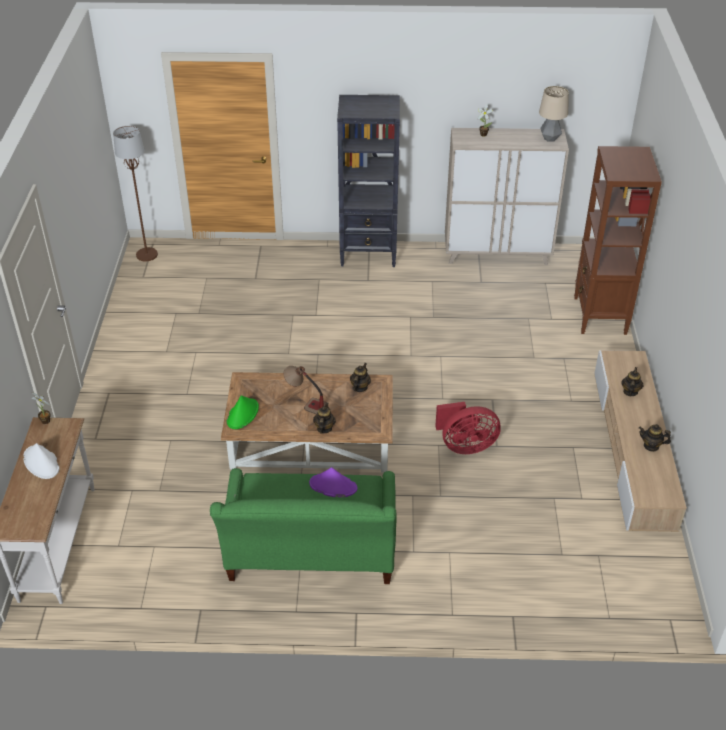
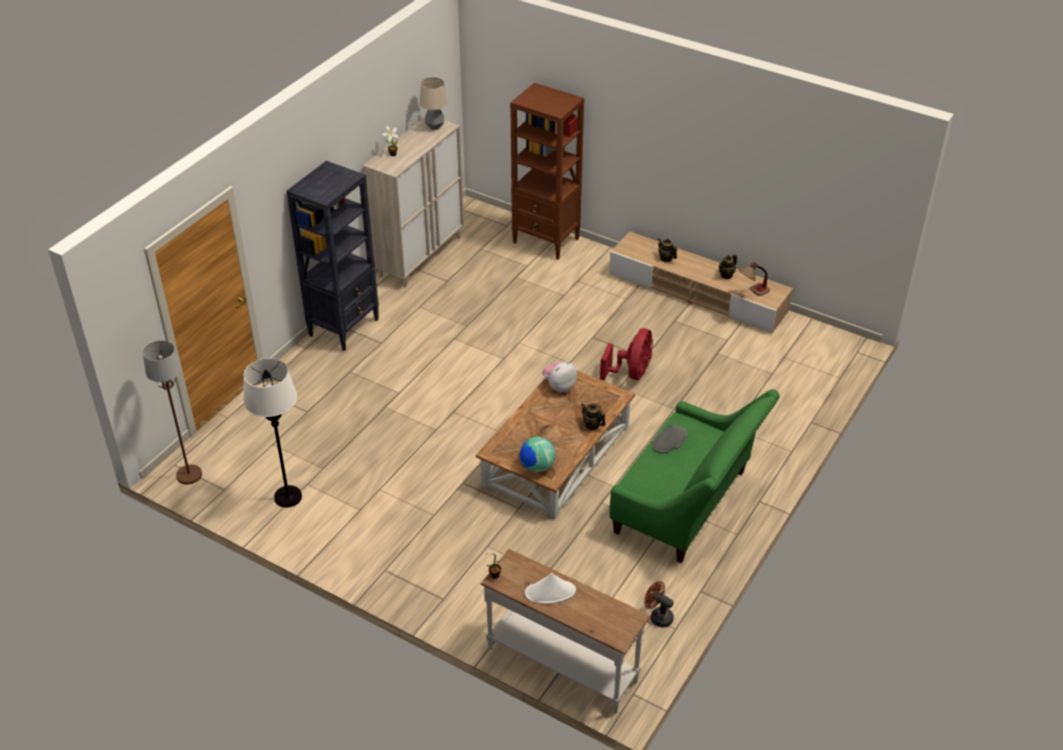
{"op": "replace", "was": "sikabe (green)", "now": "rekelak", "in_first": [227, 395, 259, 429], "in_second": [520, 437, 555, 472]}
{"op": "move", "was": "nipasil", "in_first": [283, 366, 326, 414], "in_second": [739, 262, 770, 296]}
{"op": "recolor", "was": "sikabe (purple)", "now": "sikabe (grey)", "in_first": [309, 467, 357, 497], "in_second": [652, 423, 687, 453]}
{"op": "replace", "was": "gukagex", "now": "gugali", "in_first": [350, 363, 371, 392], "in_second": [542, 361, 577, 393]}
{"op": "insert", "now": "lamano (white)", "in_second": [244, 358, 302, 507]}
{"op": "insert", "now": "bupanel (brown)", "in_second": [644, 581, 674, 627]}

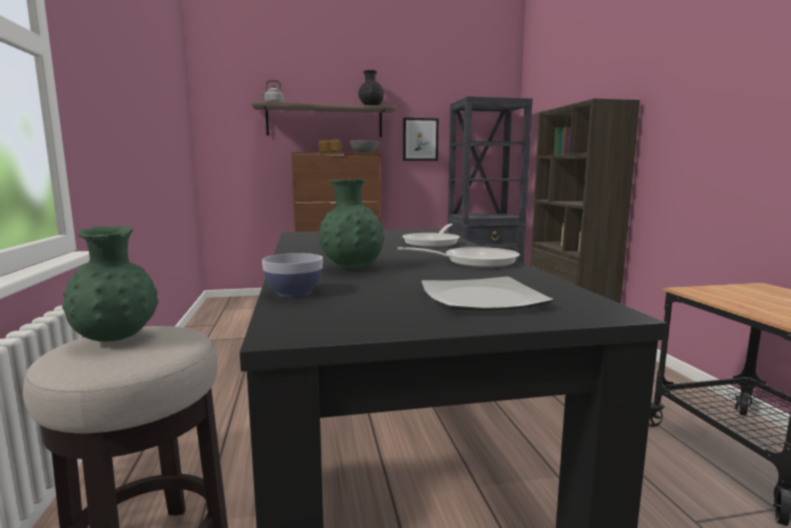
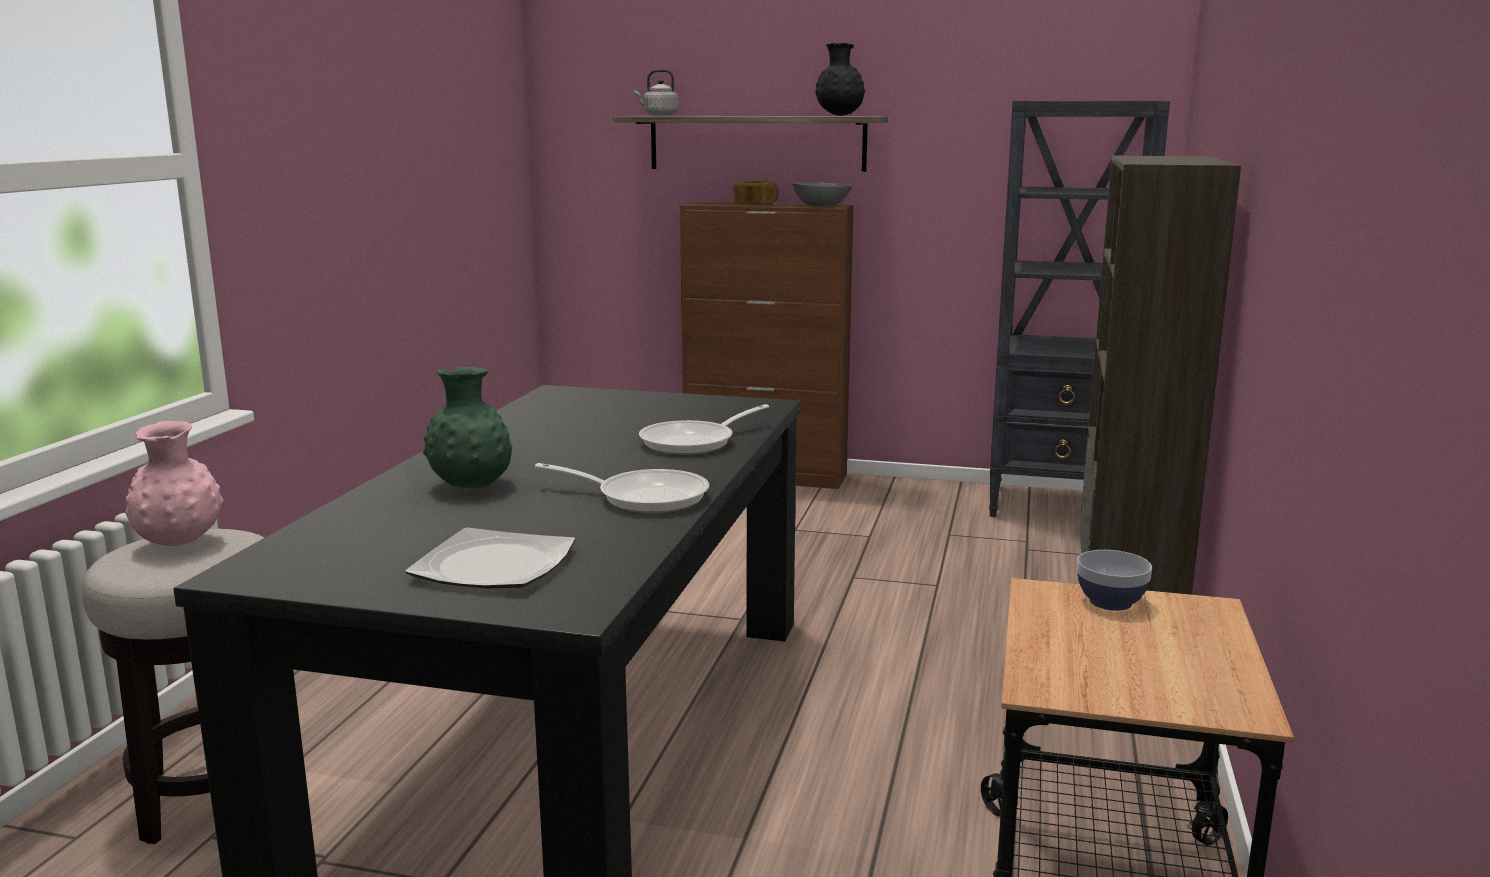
{"op": "recolor", "was": "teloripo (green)", "now": "teloripo (pink)", "in_first": [62, 226, 159, 342], "in_second": [126, 421, 224, 546]}
{"op": "move", "was": "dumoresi", "in_first": [262, 253, 323, 297], "in_second": [1077, 550, 1152, 611]}
{"op": "delete", "was": "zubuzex", "in_first": [403, 118, 439, 161]}

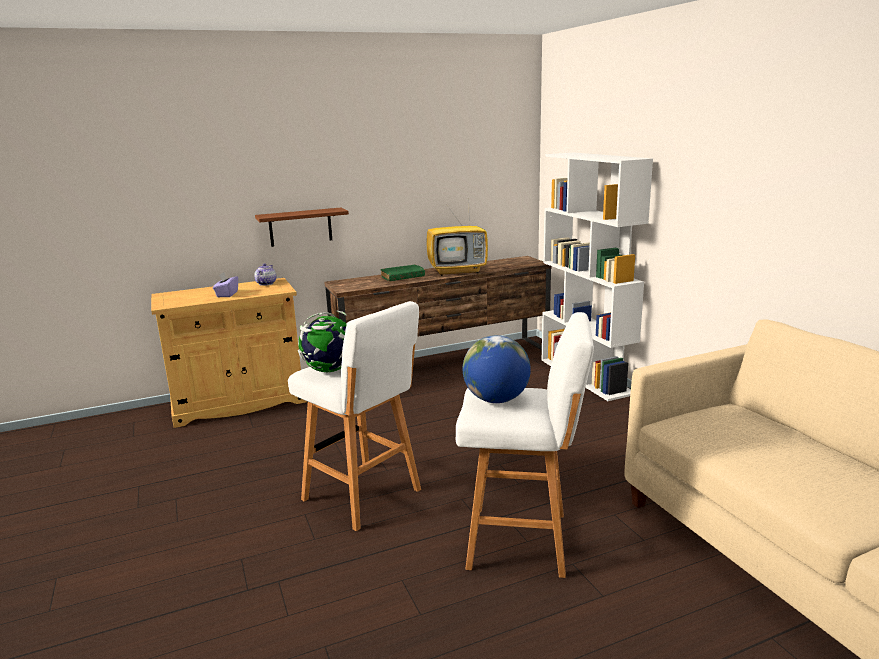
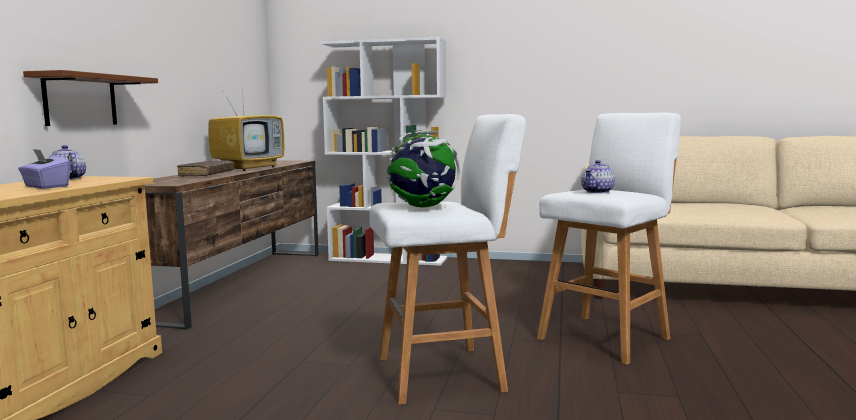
{"op": "recolor", "was": "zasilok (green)", "now": "zasilok (brown)", "in_first": [381, 264, 425, 281], "in_second": [177, 161, 234, 177]}
{"op": "replace", "was": "rekelak", "now": "gukagex", "in_first": [462, 335, 531, 403], "in_second": [581, 160, 615, 193]}

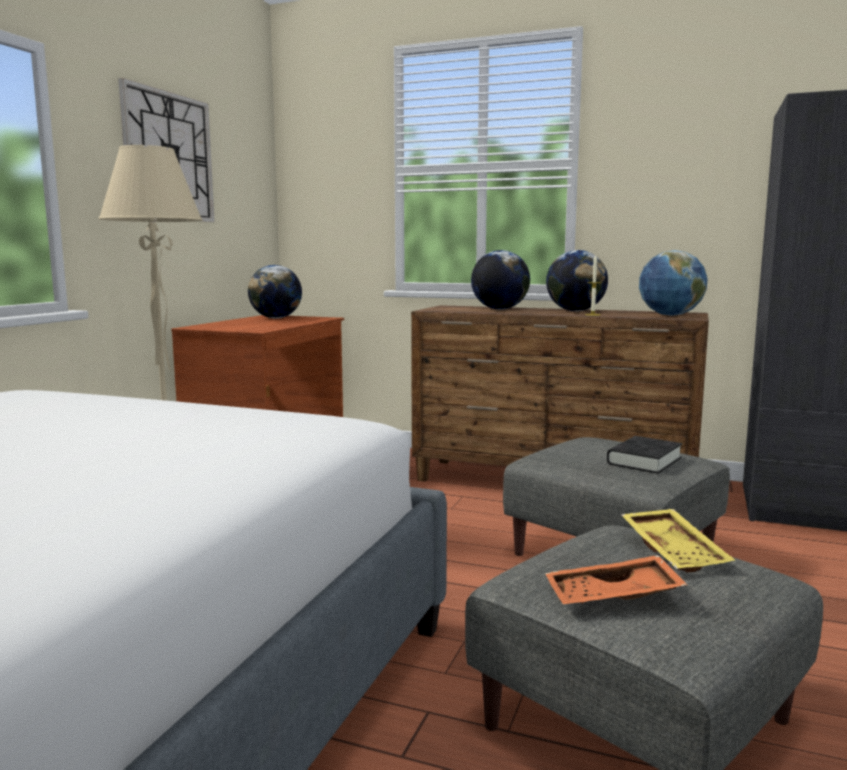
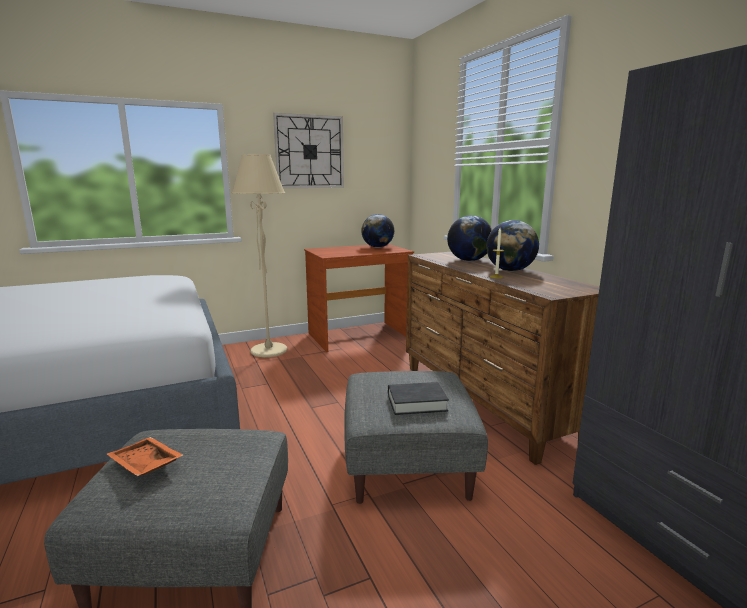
{"op": "delete", "was": "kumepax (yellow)", "in_first": [621, 509, 735, 573]}
{"op": "delete", "was": "rekelak", "in_first": [639, 250, 707, 316]}

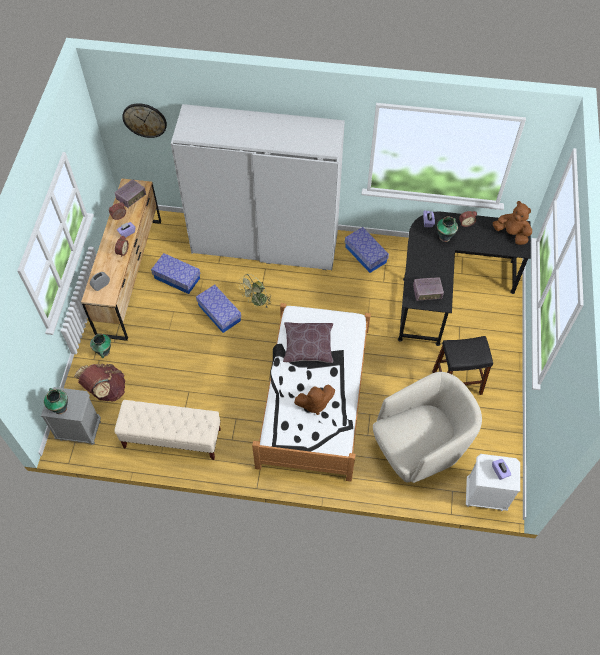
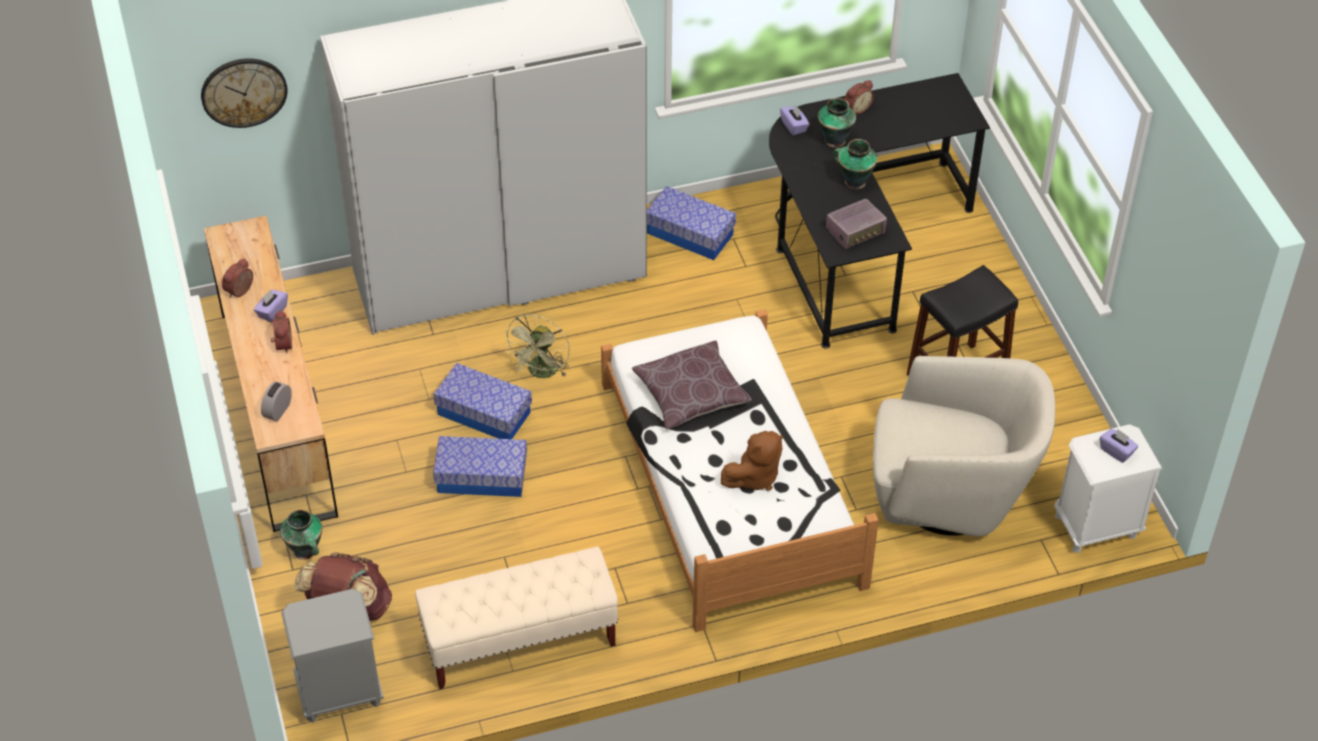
{"op": "move", "was": "teloripo", "in_first": [44, 388, 68, 414], "in_second": [833, 139, 877, 189]}
{"op": "delete", "was": "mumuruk", "in_first": [115, 179, 146, 208]}
{"op": "move", "was": "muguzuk", "in_first": [151, 253, 200, 294], "in_second": [433, 436, 527, 497]}
{"op": "rotate", "was": "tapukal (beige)", "in_first": [373, 372, 482, 483], "in_second": [873, 356, 1055, 537], "clockwise": 60}
{"op": "delete", "was": "gugali (brown)", "in_first": [493, 201, 532, 245]}

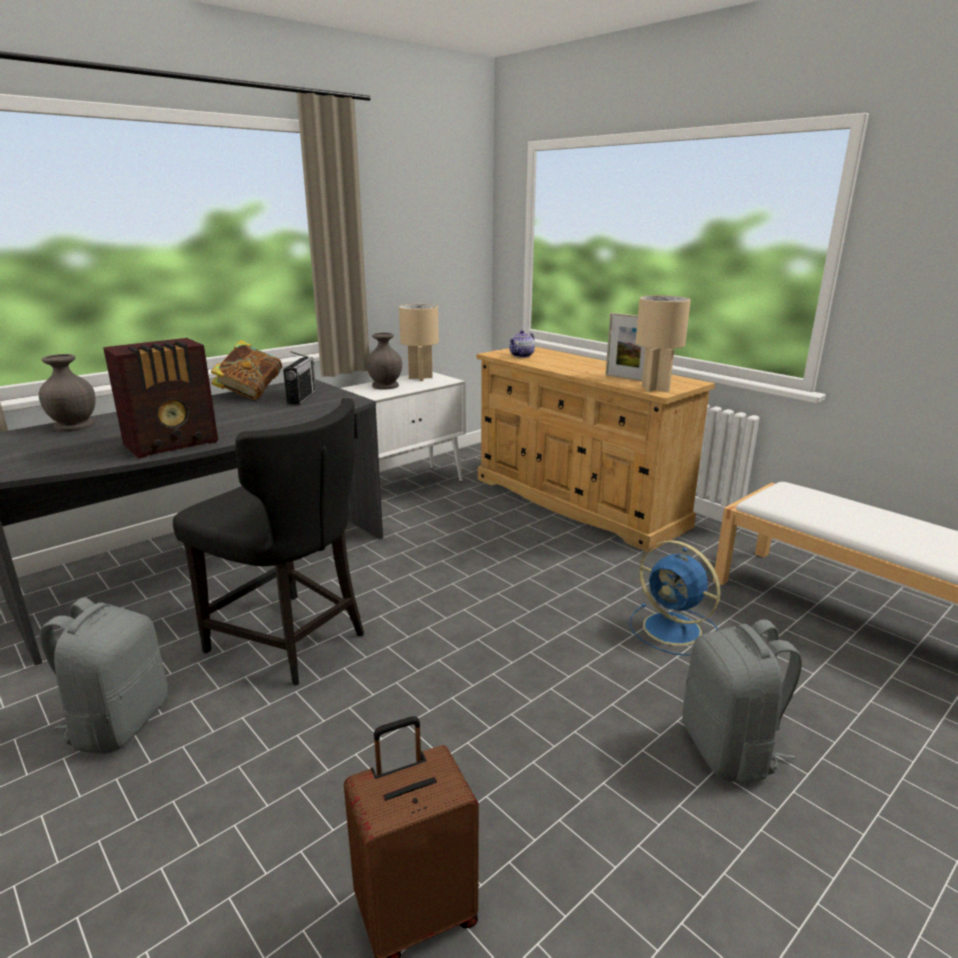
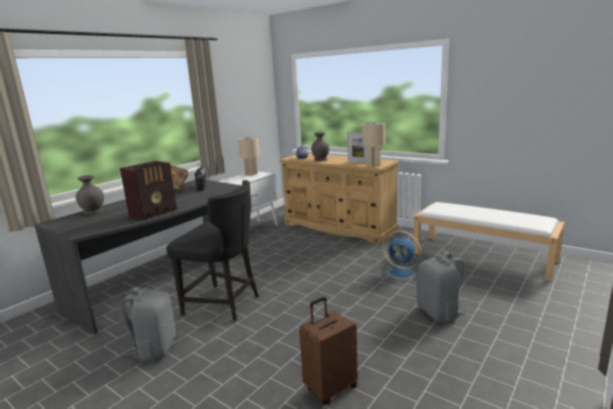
{"op": "move", "was": "teloripo (grey)", "in_first": [367, 333, 402, 390], "in_second": [311, 133, 329, 161]}

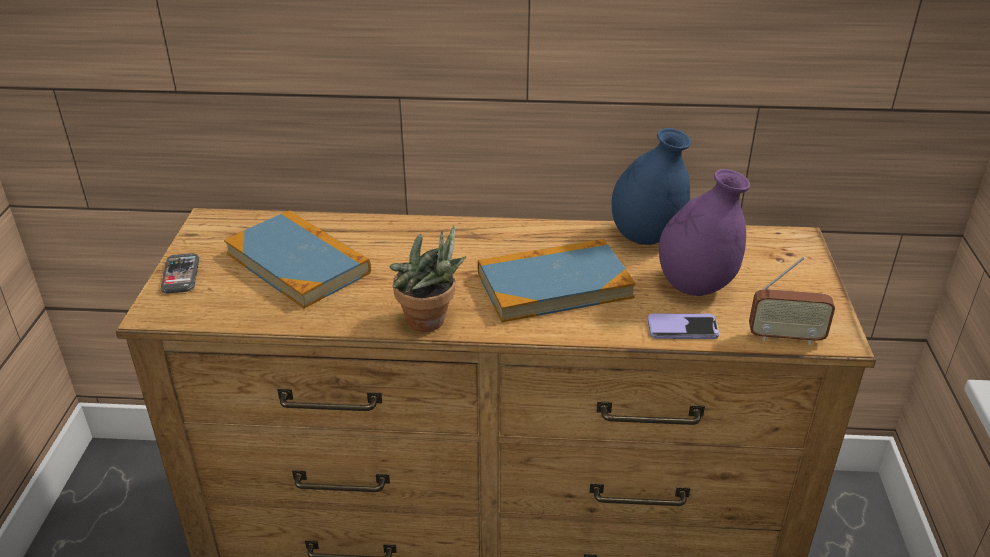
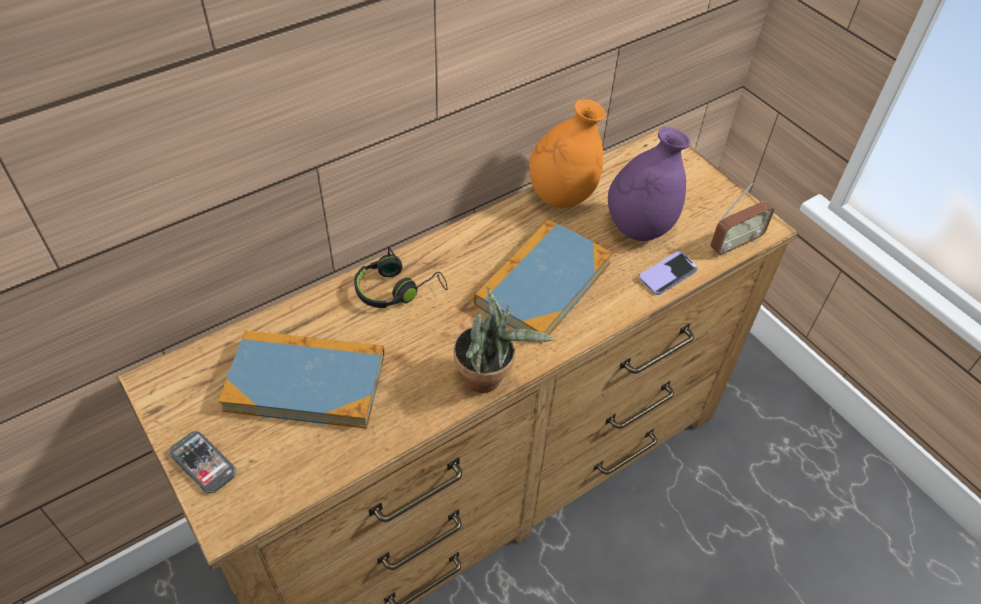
{"op": "recolor", "was": "teloripo (blue)", "now": "teloripo (orange)", "in_first": [612, 128, 691, 245], "in_second": [529, 99, 606, 208]}
{"op": "insert", "now": "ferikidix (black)", "in_second": [354, 248, 448, 308]}

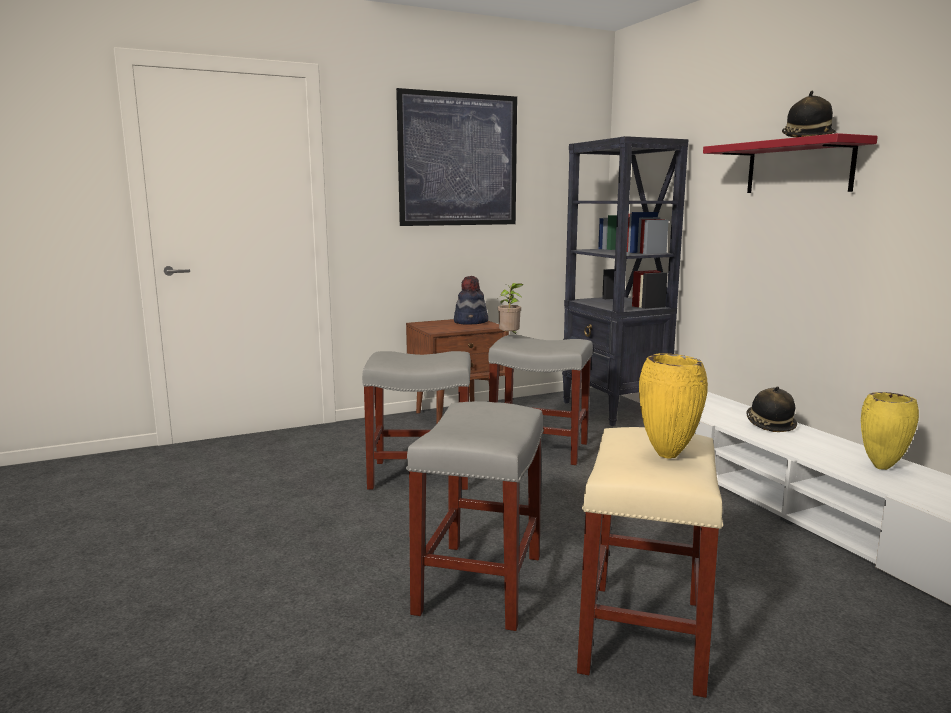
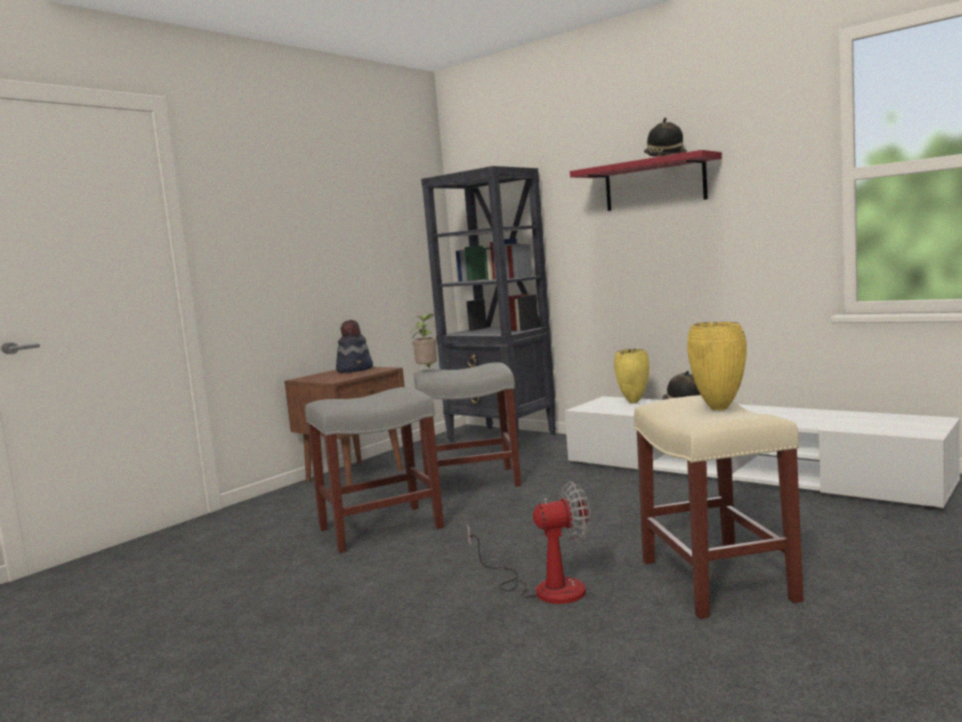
{"op": "delete", "was": "zubuzex", "in_first": [396, 88, 517, 226]}
{"op": "replace", "was": "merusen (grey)", "now": "bupanel", "in_first": [406, 401, 544, 631], "in_second": [467, 481, 592, 604]}
{"op": "move", "was": "teloripo (yellow)", "in_first": [861, 392, 919, 470], "in_second": [614, 349, 649, 404]}

